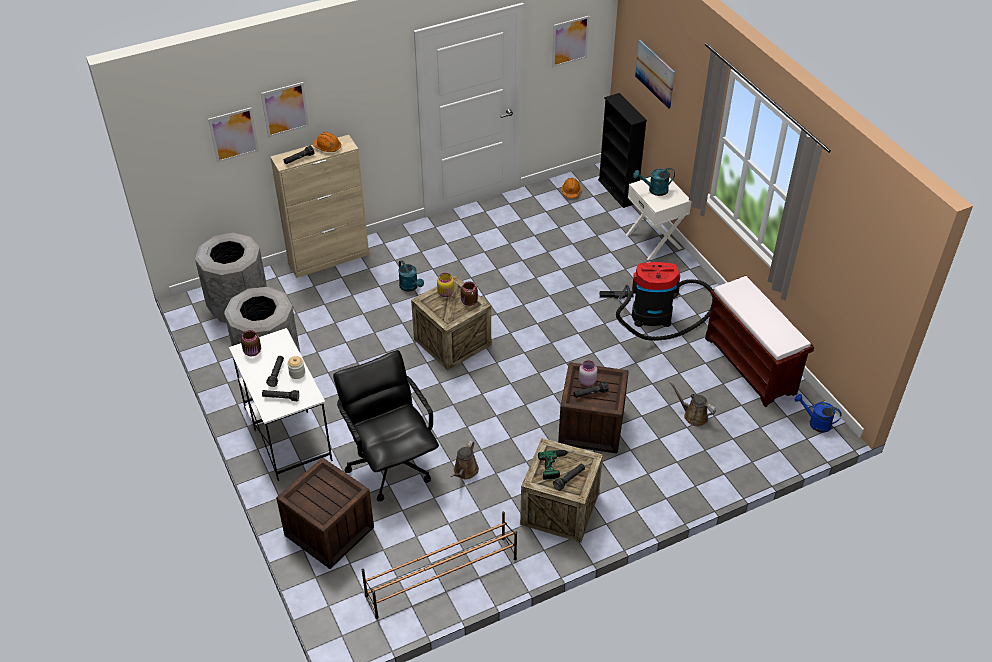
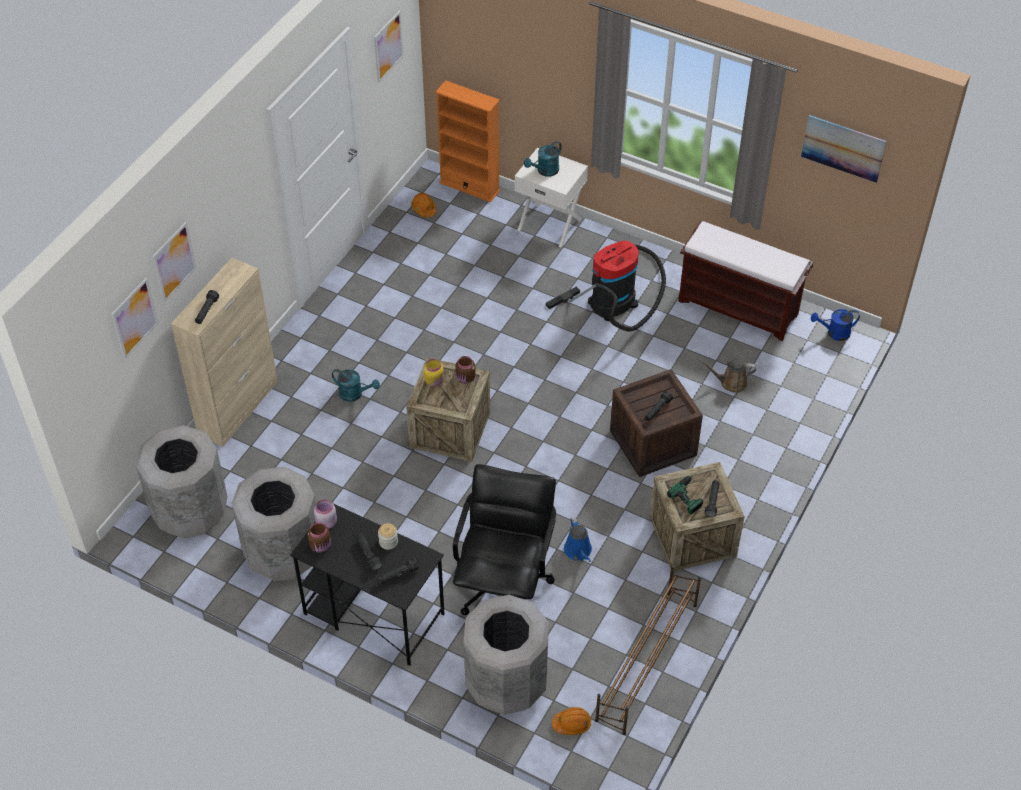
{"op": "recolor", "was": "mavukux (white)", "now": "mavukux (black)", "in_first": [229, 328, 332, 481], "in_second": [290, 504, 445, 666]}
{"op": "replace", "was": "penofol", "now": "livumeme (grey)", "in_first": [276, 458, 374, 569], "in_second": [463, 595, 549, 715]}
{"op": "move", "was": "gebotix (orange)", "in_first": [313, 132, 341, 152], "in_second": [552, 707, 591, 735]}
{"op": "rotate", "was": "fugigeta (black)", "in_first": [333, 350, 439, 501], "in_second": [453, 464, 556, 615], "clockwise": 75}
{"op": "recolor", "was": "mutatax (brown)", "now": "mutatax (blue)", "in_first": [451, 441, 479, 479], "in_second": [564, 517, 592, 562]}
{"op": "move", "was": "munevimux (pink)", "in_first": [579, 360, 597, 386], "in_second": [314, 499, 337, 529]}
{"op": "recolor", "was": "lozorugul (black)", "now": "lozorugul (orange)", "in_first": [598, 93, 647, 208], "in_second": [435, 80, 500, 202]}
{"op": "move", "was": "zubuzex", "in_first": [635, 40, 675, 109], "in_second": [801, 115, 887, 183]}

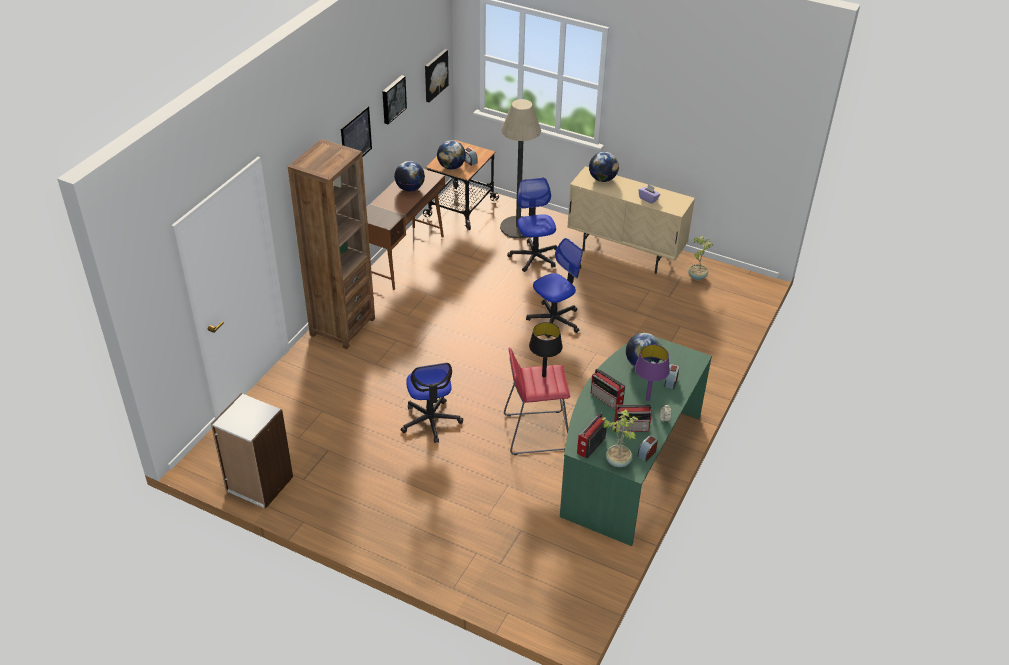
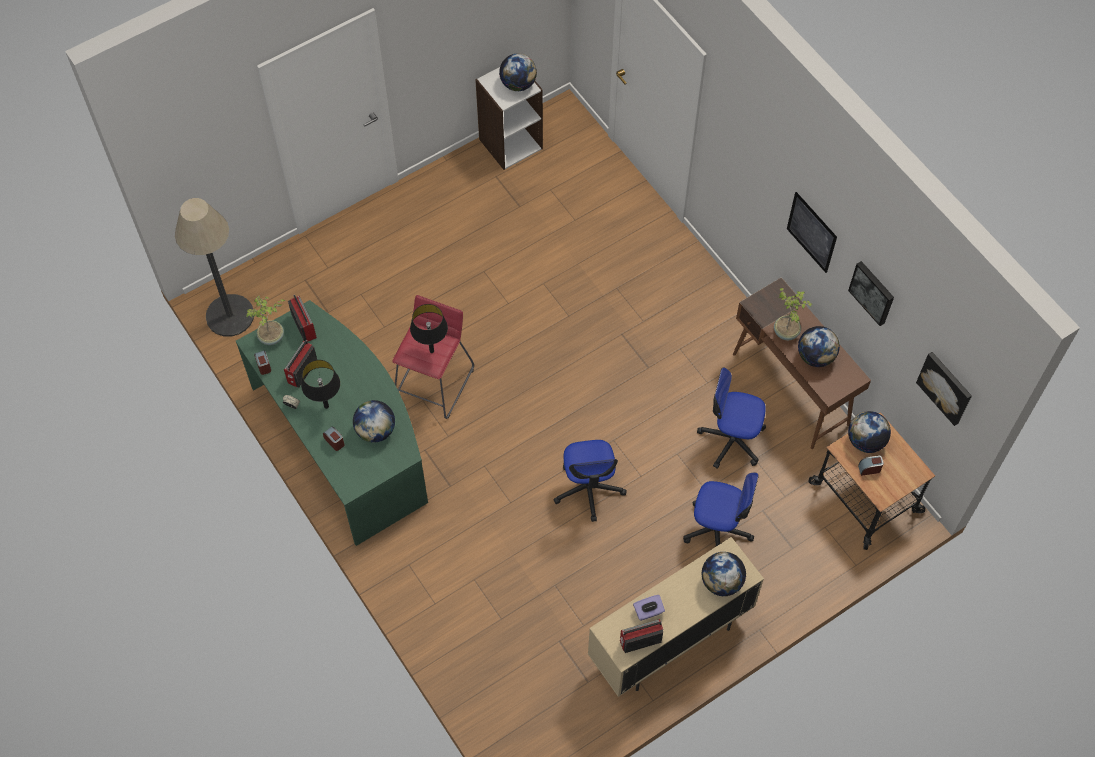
{"op": "delete", "was": "lozorugul (brown)", "in_first": [288, 139, 375, 349]}
{"op": "move", "was": "fugigeta", "in_first": [401, 363, 463, 443], "in_second": [697, 368, 766, 469]}
{"op": "move", "was": "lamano", "in_first": [500, 99, 541, 239], "in_second": [175, 198, 254, 336]}
{"op": "move", "was": "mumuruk", "in_first": [591, 369, 625, 410], "in_second": [620, 619, 663, 653]}
{"op": "recolor", "was": "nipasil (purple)", "now": "nipasil (black)", "in_first": [635, 344, 670, 401], "in_second": [301, 360, 340, 409]}
{"op": "move", "was": "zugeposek", "in_first": [688, 237, 713, 280], "in_second": [774, 288, 813, 340]}
{"op": "insert", "now": "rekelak", "in_second": [499, 53, 537, 91]}

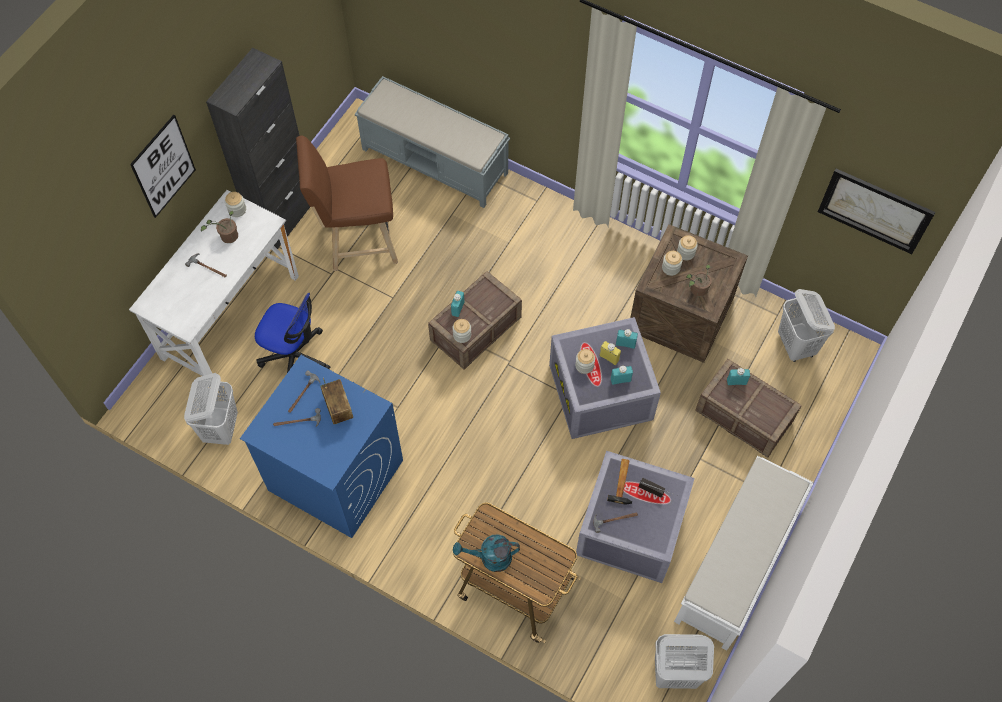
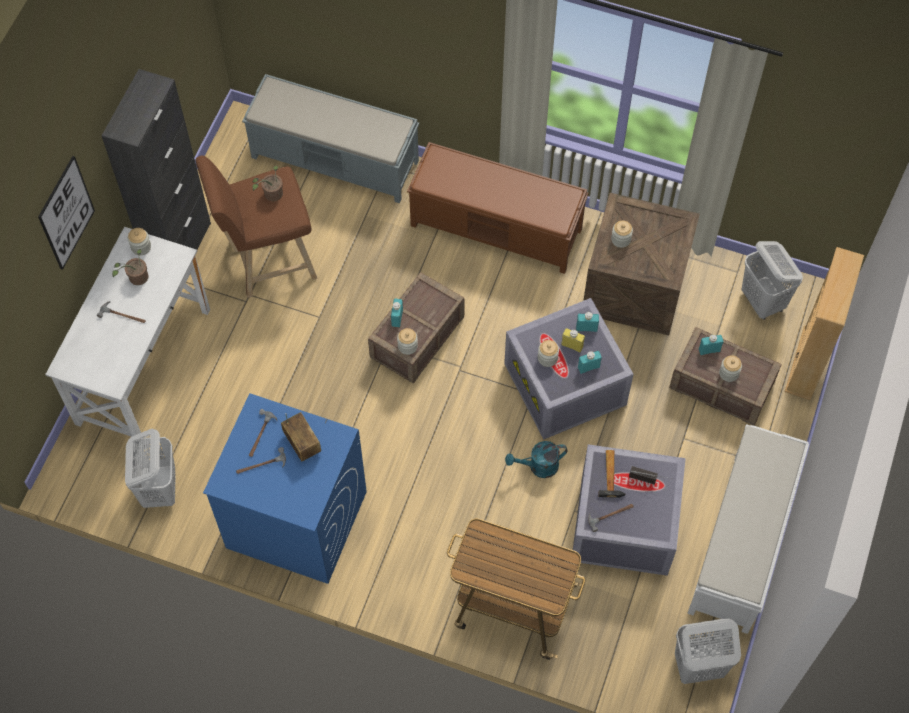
{"op": "delete", "was": "fugigeta", "in_first": [255, 293, 330, 373]}
{"op": "move", "was": "mutatax (turquoise)", "in_first": [453, 534, 520, 572], "in_second": [505, 441, 567, 478]}
{"op": "move", "was": "munevimux", "in_first": [677, 235, 698, 260], "in_second": [719, 355, 742, 382]}
{"op": "move", "was": "zugeposek", "in_first": [686, 264, 712, 297], "in_second": [252, 165, 283, 201]}
{"op": "delete", "was": "zubuzex", "in_first": [818, 169, 935, 254]}
{"op": "insert", "now": "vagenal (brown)", "in_second": [407, 142, 589, 274]}
{"op": "insert", "now": "lozorugul (beige)", "in_second": [785, 247, 864, 400]}

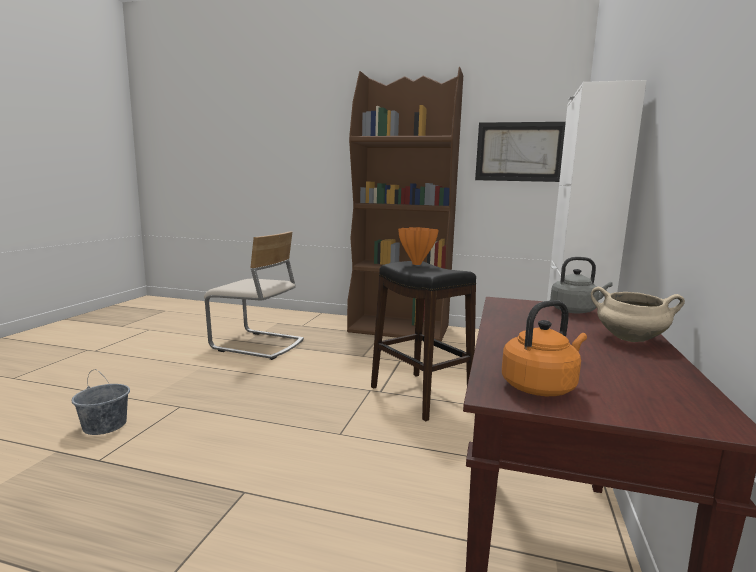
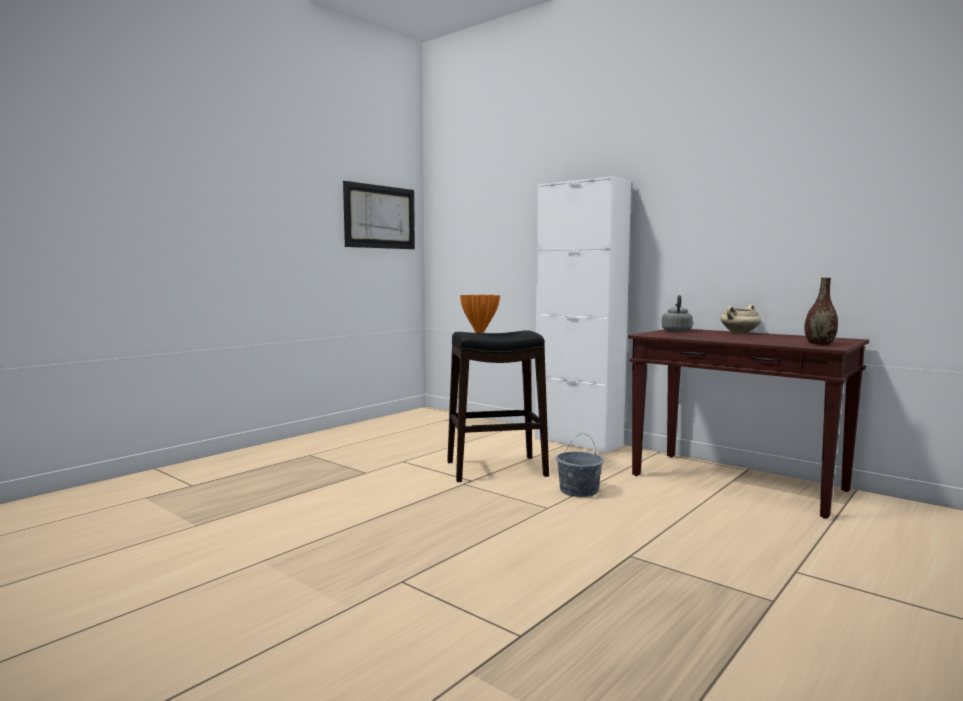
{"op": "move", "was": "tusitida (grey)", "in_first": [72, 370, 130, 435], "in_second": [556, 433, 604, 497]}
{"op": "delete", "was": "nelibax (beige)", "in_first": [204, 231, 304, 360]}
{"op": "delete", "was": "lozorugul (brown)", "in_first": [347, 67, 463, 342]}
{"op": "replace", "was": "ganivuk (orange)", "now": "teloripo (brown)", "in_first": [502, 300, 587, 396], "in_second": [804, 278, 838, 345]}

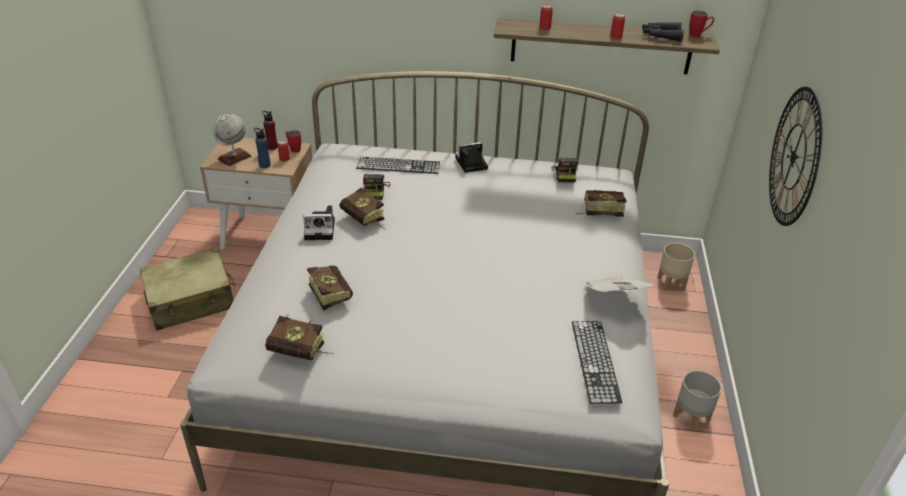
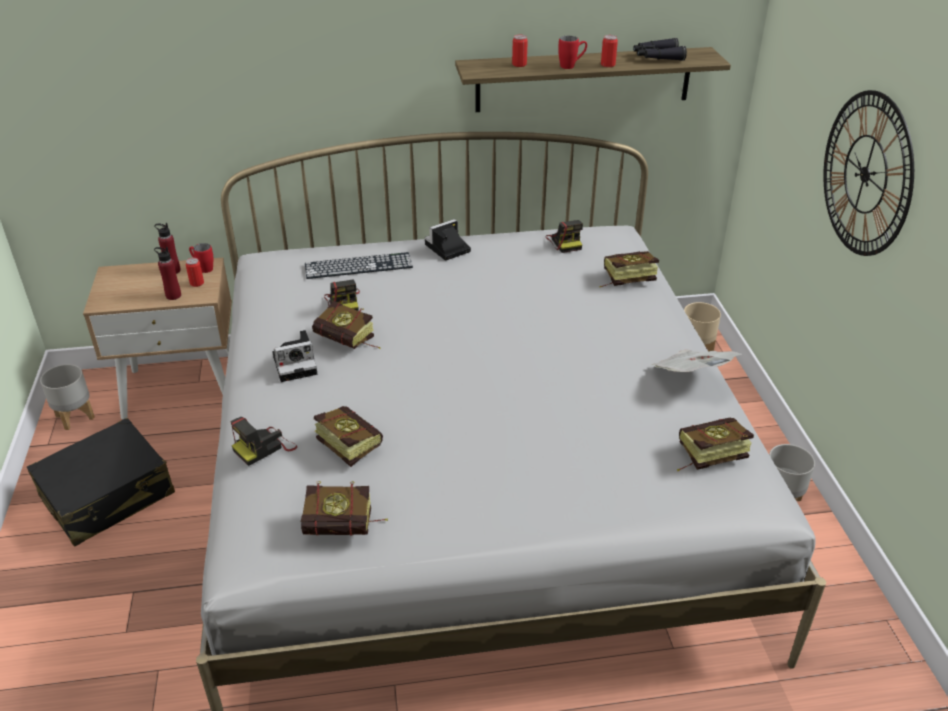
{"op": "recolor", "was": "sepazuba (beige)", "now": "sepazuba (black)", "in_first": [140, 248, 236, 330], "in_second": [27, 418, 175, 546]}
{"op": "delete", "was": "rekelak", "in_first": [213, 113, 251, 166]}
{"op": "recolor", "was": "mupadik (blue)", "now": "mupadik (red)", "in_first": [254, 128, 271, 168], "in_second": [154, 247, 181, 300]}
{"op": "replace", "was": "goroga", "now": "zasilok", "in_first": [572, 321, 622, 404], "in_second": [677, 418, 754, 471]}
{"op": "move", "was": "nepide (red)", "in_first": [689, 11, 714, 37], "in_second": [558, 36, 587, 69]}
{"op": "insert", "now": "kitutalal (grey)", "in_second": [40, 364, 95, 430]}
{"op": "insert", "now": "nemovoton", "in_second": [230, 417, 297, 466]}

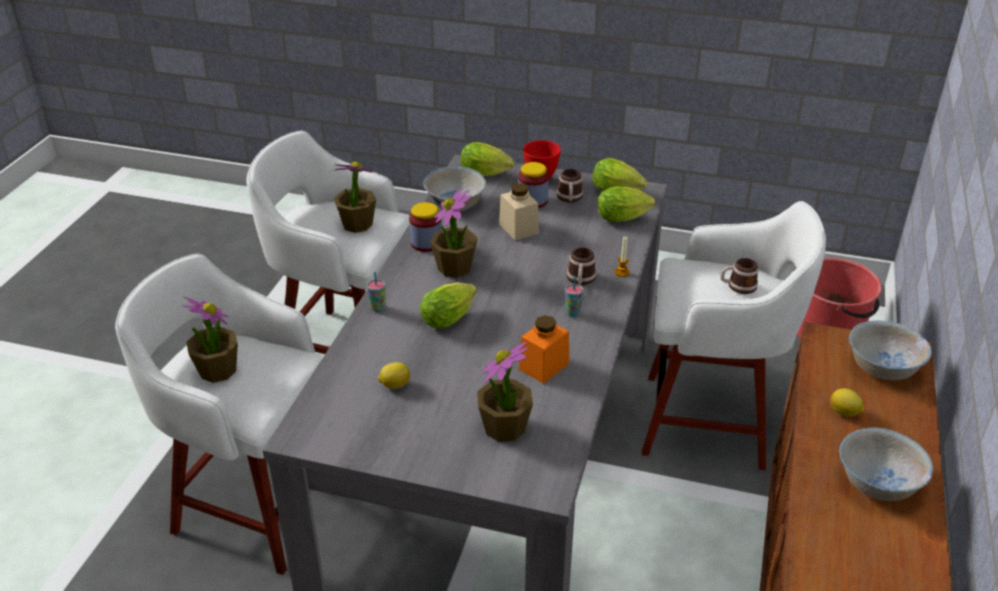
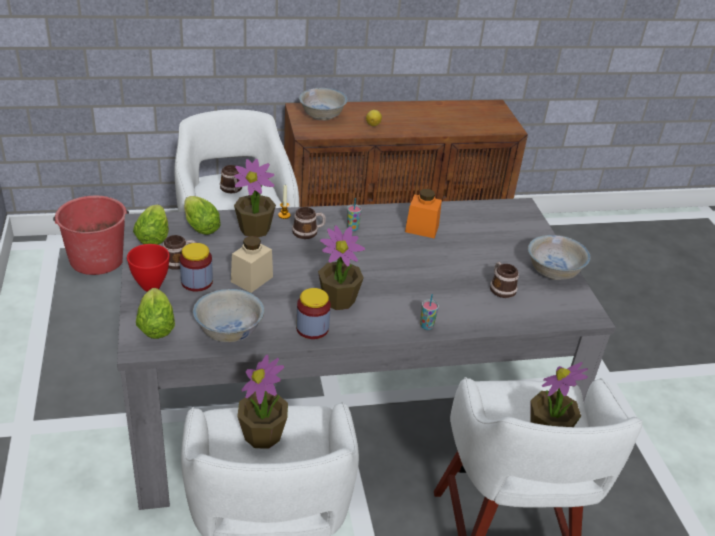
{"op": "replace", "was": "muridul", "now": "nepide", "in_first": [378, 362, 410, 389], "in_second": [490, 262, 519, 298]}
{"op": "delete", "was": "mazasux", "in_first": [420, 282, 477, 328]}
{"op": "move", "was": "zugeposek", "in_first": [477, 342, 533, 442], "in_second": [234, 159, 276, 237]}
{"op": "move", "was": "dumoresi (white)", "in_first": [839, 428, 934, 501], "in_second": [528, 235, 590, 280]}

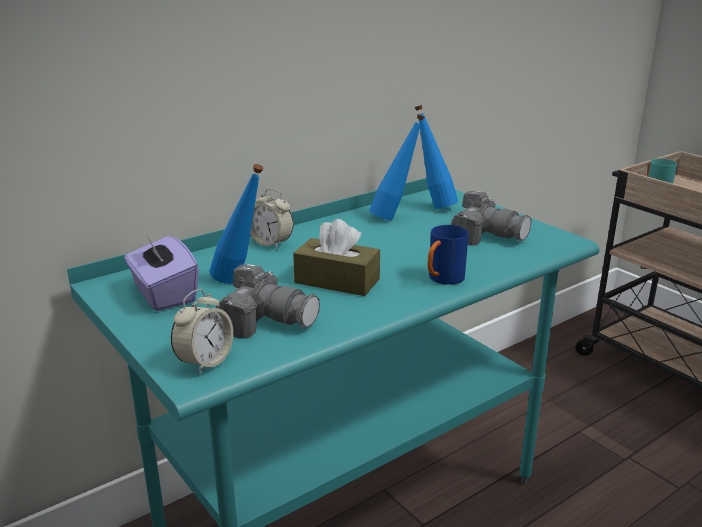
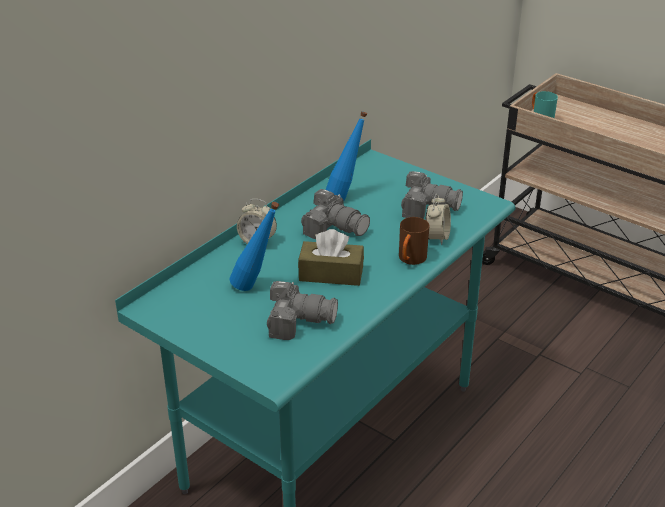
{"op": "delete", "was": "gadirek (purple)", "in_first": [124, 231, 199, 311]}
{"op": "move", "was": "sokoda", "in_first": [171, 289, 233, 375], "in_second": [425, 194, 451, 245]}
{"op": "delete", "was": "mupadik (blue)", "in_first": [415, 105, 458, 209]}
{"op": "recolor", "was": "nepide (blue)", "now": "nepide (brown)", "in_first": [428, 225, 469, 285], "in_second": [399, 217, 429, 265]}
{"op": "insert", "now": "nemovoton", "in_second": [301, 189, 370, 239]}

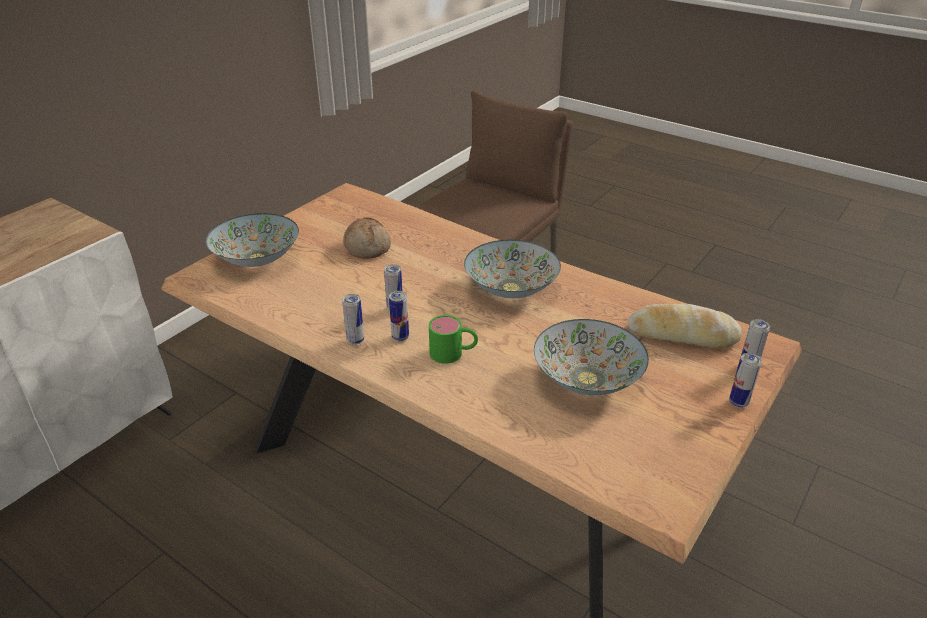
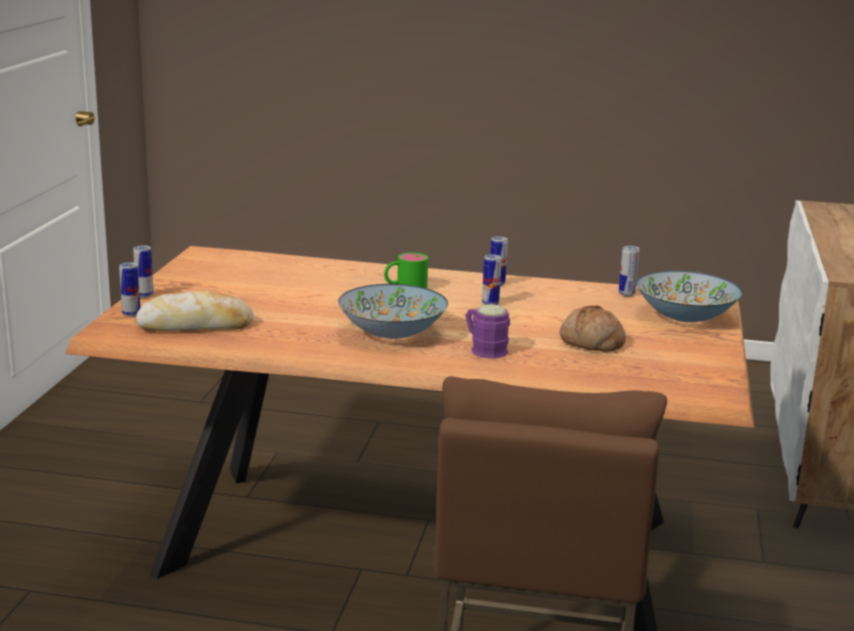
{"op": "move", "was": "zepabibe", "in_first": [389, 291, 409, 341], "in_second": [619, 246, 639, 296]}
{"op": "delete", "was": "dumoresi", "in_first": [534, 319, 649, 395]}
{"op": "insert", "now": "nepide (purple)", "in_second": [465, 304, 510, 359]}

